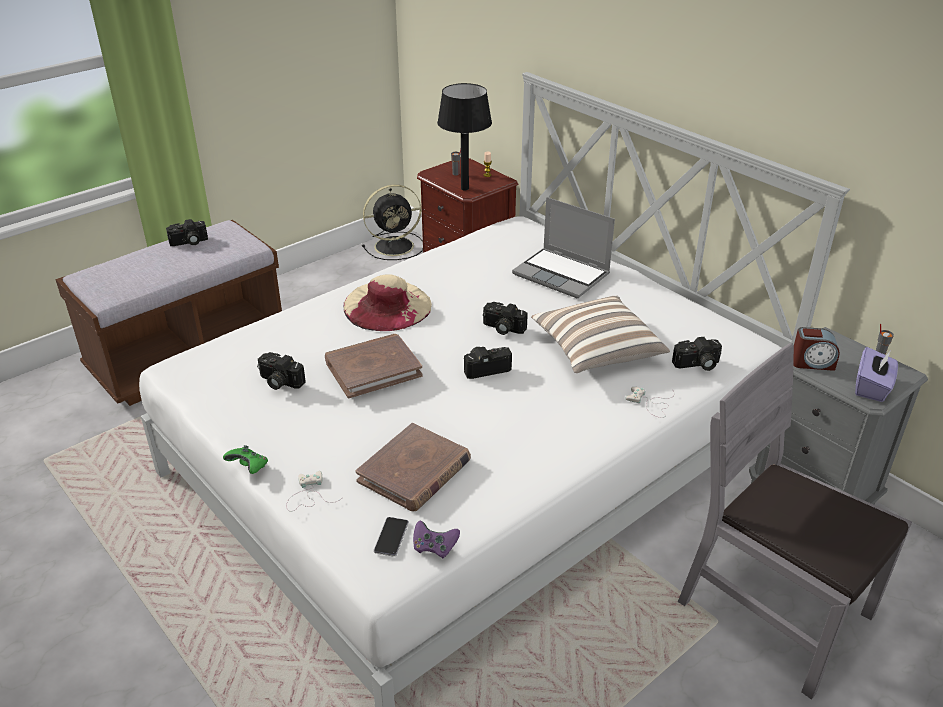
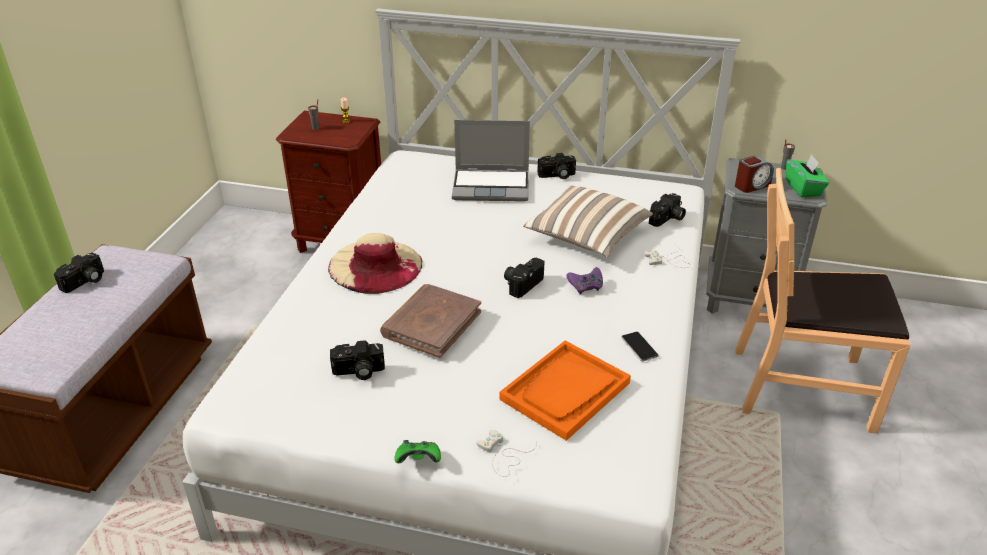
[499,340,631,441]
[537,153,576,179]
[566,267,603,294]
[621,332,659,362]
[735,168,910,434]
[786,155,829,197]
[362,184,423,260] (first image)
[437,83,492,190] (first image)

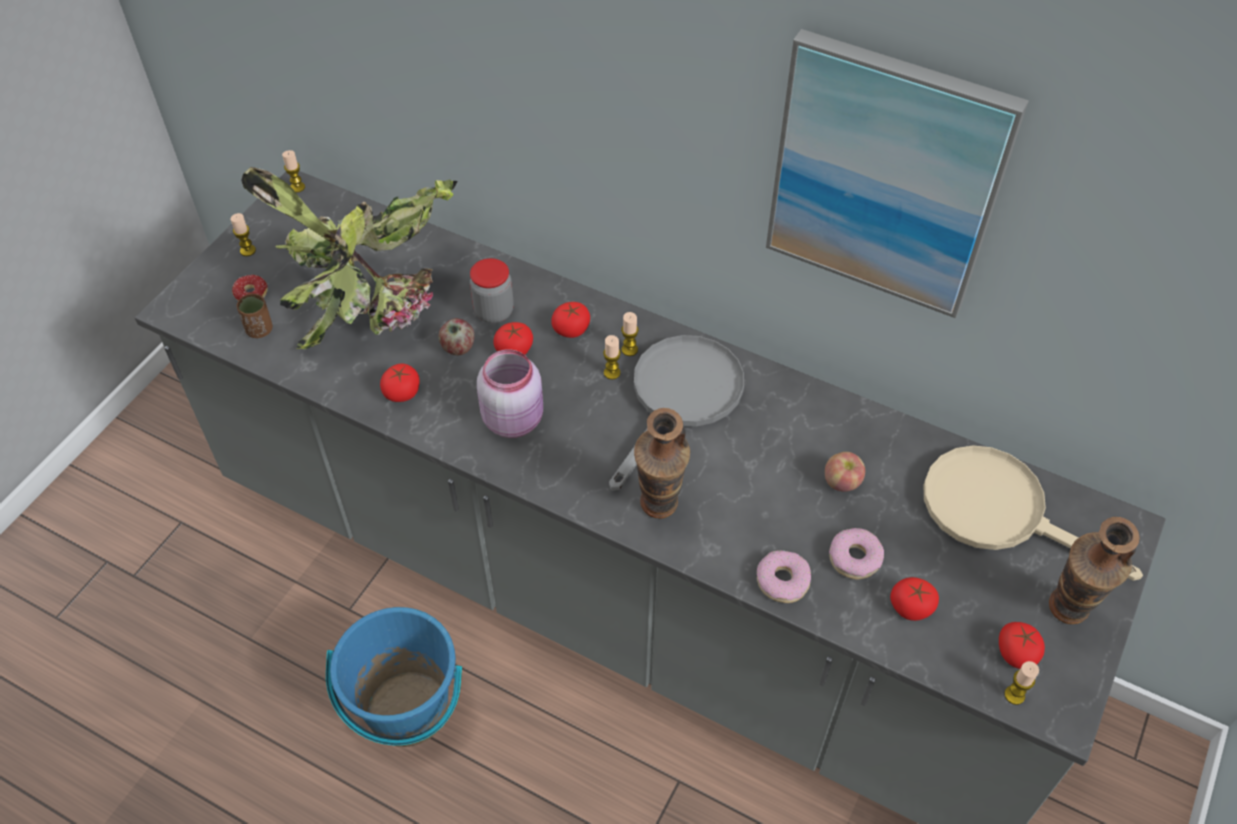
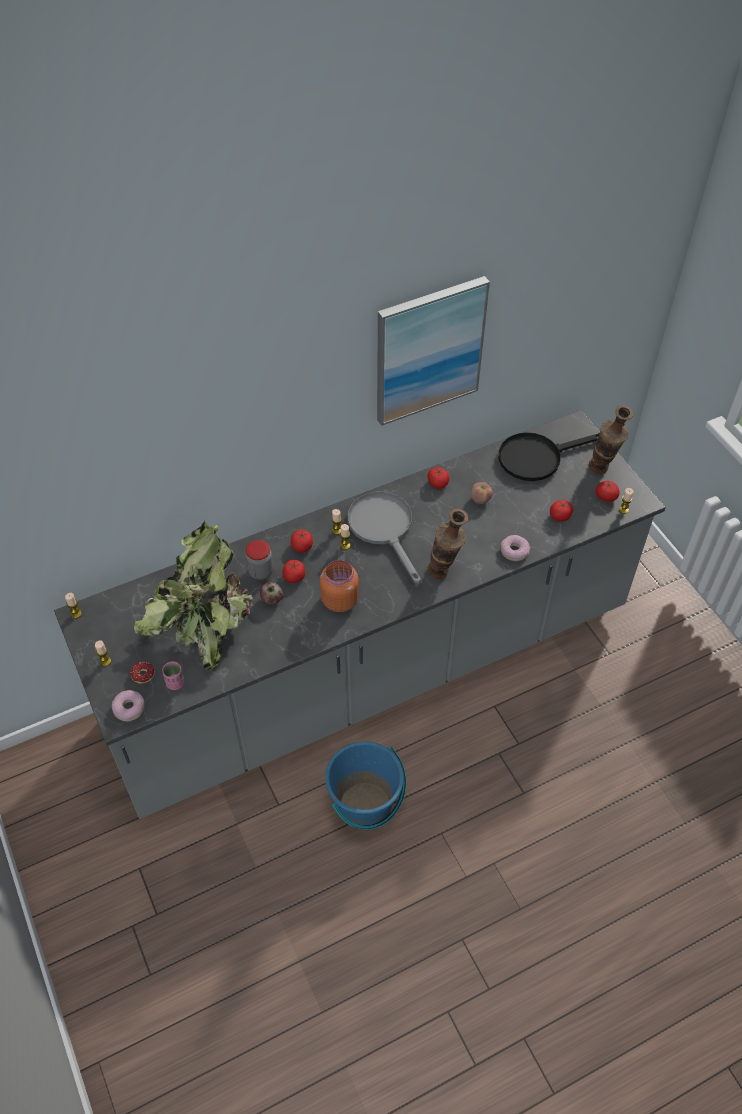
[112,690,144,721]
[162,661,184,690]
[320,560,359,612]
[428,467,450,489]
[498,432,599,481]

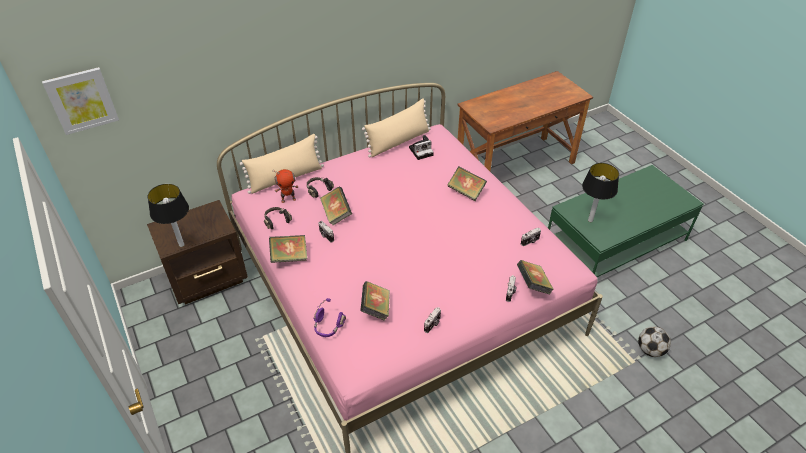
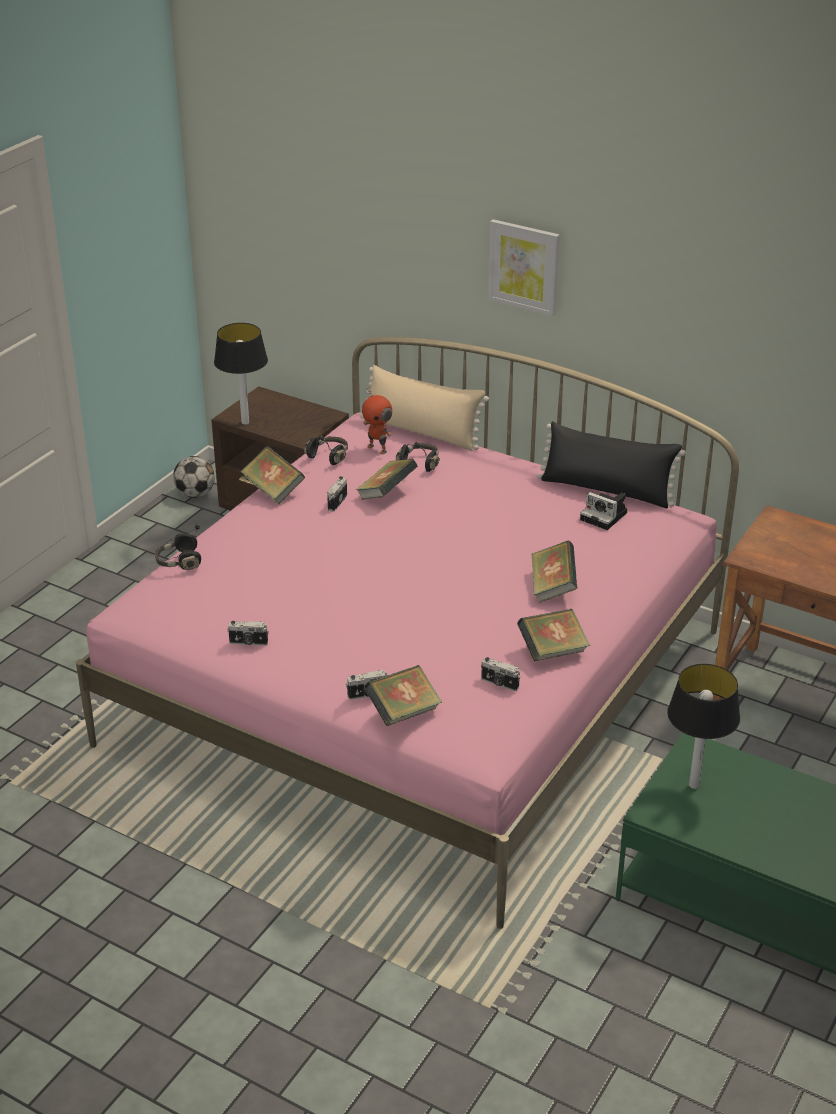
[155,524,201,570]
[173,456,215,498]
[488,219,560,316]
[517,609,590,661]
[537,421,685,508]

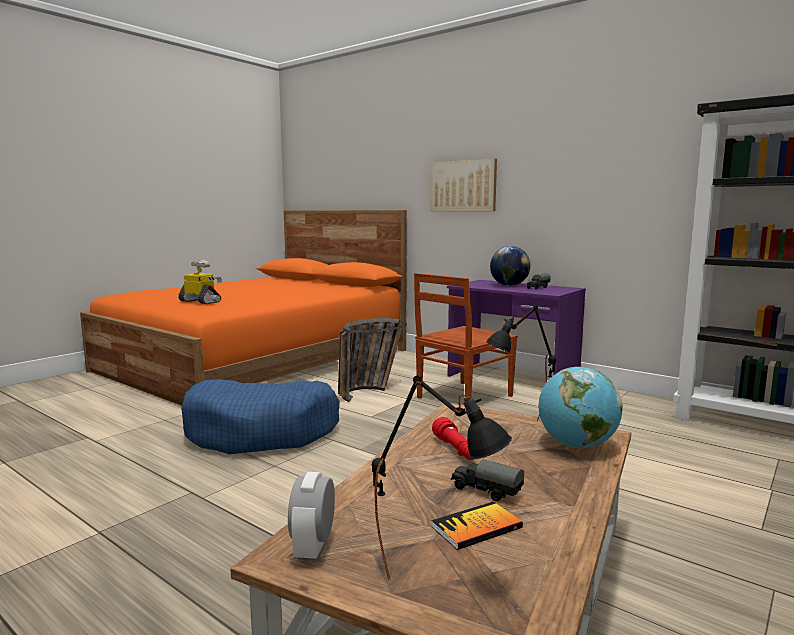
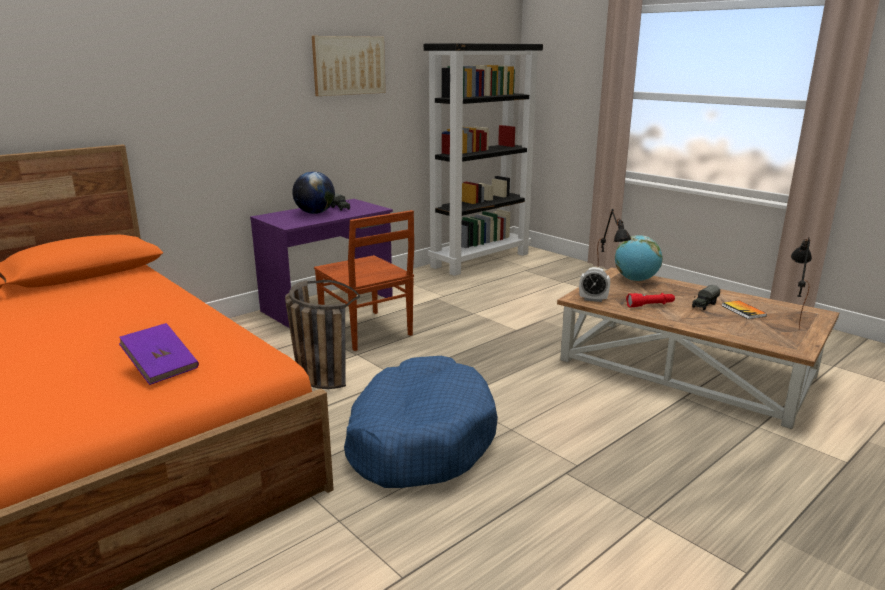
[119,323,199,385]
[312,36,386,96]
[579,267,610,302]

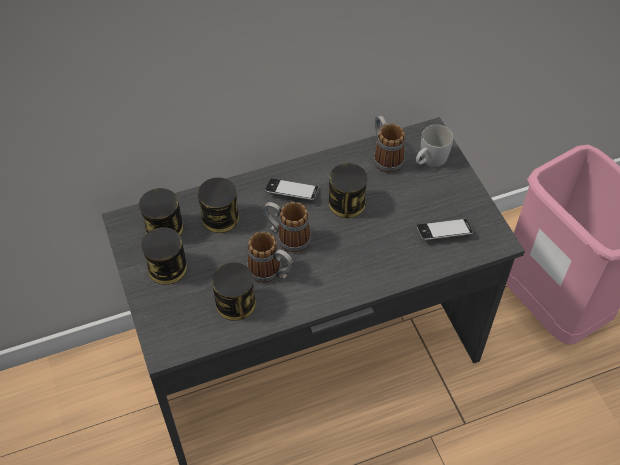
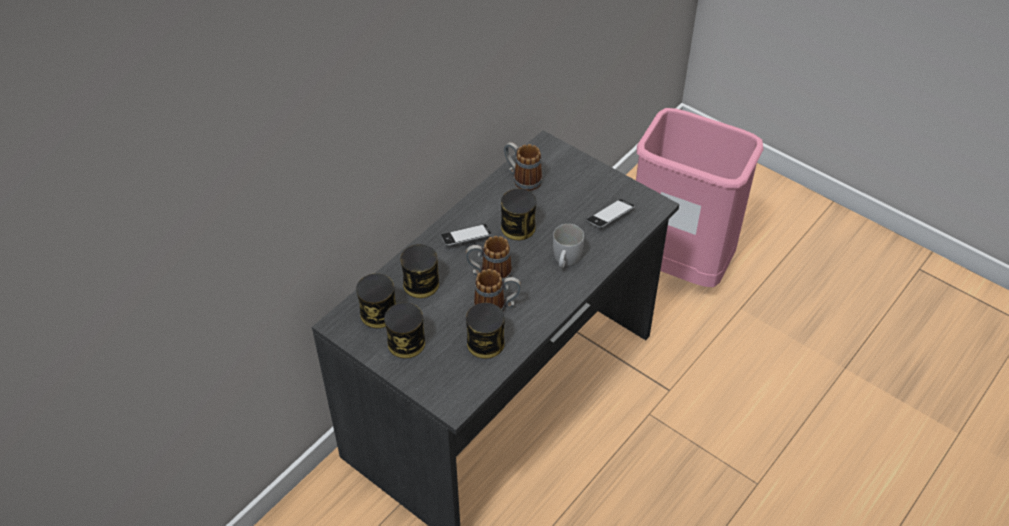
[553,224,584,268]

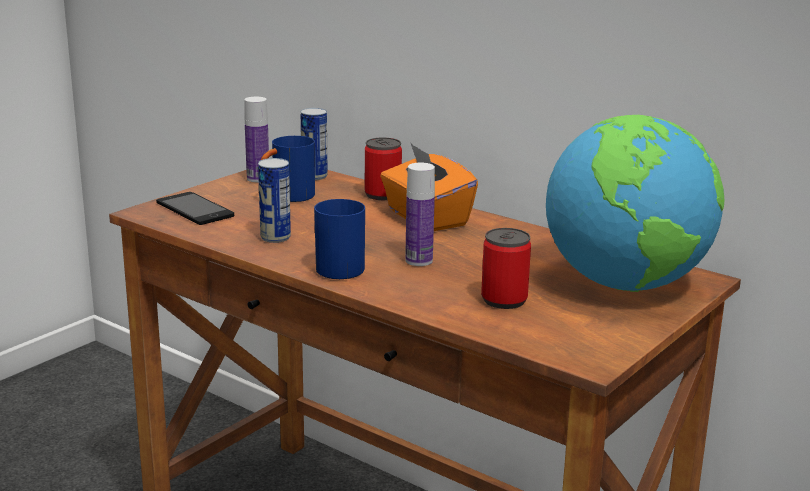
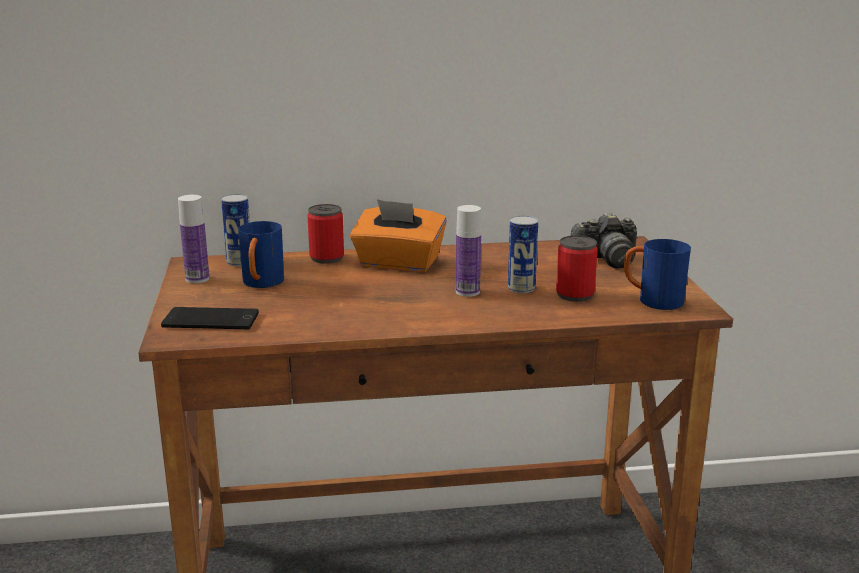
[508,216,538,293]
[570,213,637,269]
[624,239,691,310]

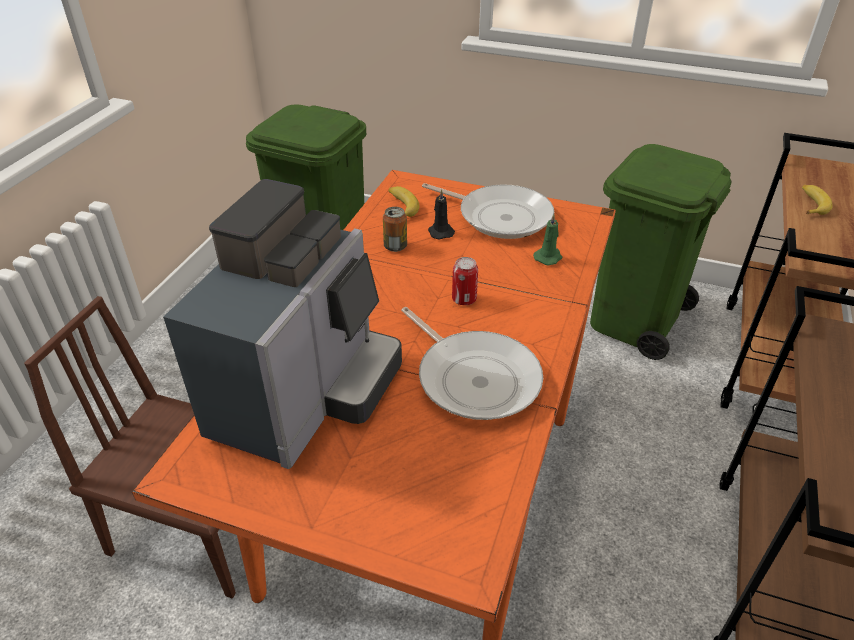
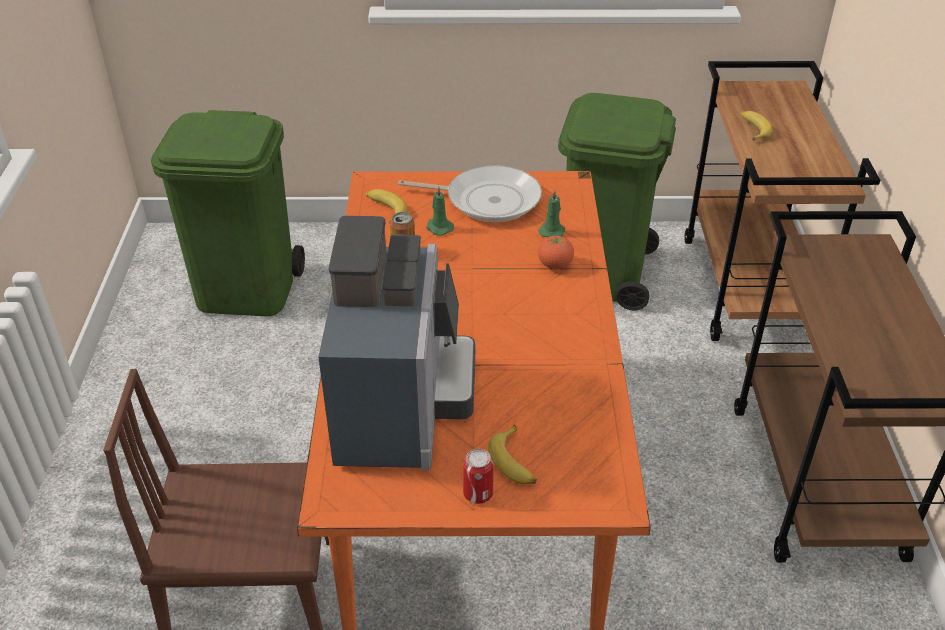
[426,186,454,236]
[463,449,494,504]
[488,425,537,484]
[538,235,574,269]
[401,307,543,420] (first image)

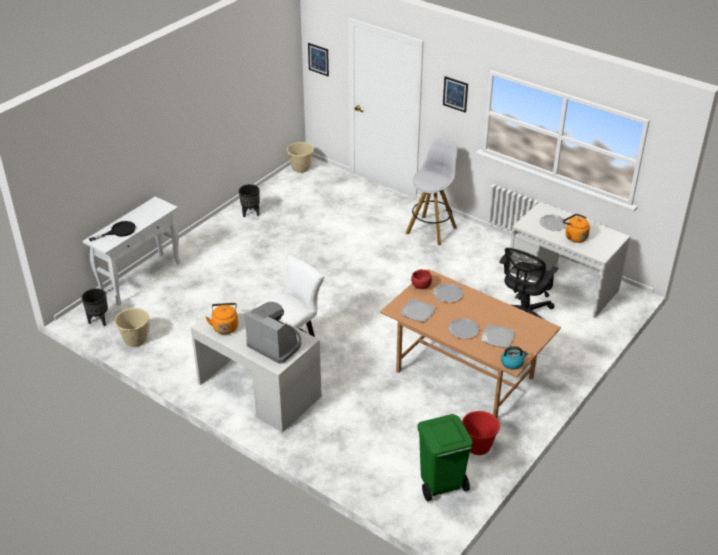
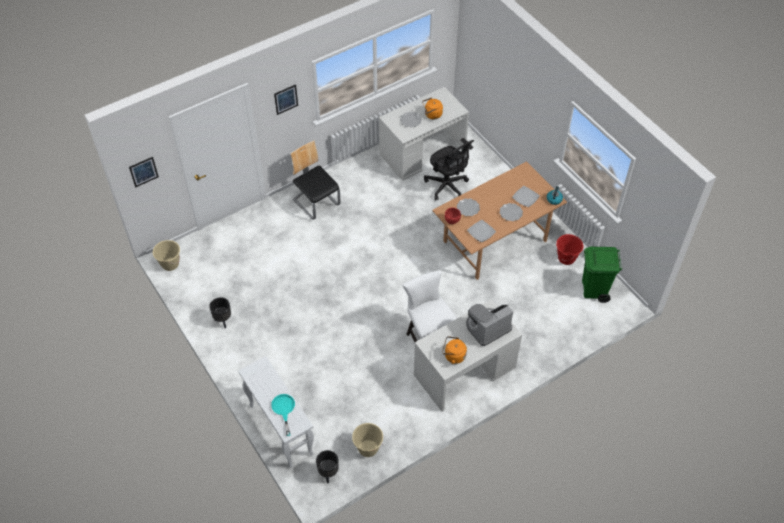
[271,394,295,436]
[291,141,340,220]

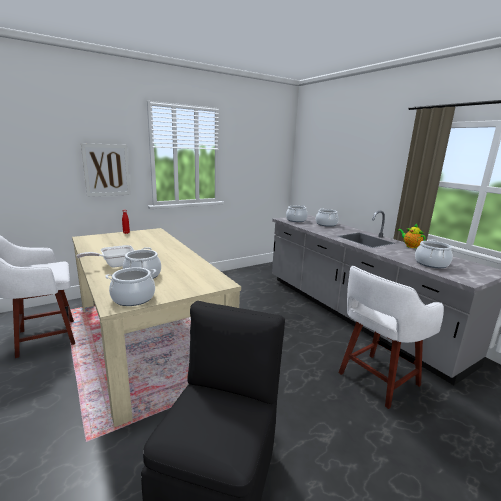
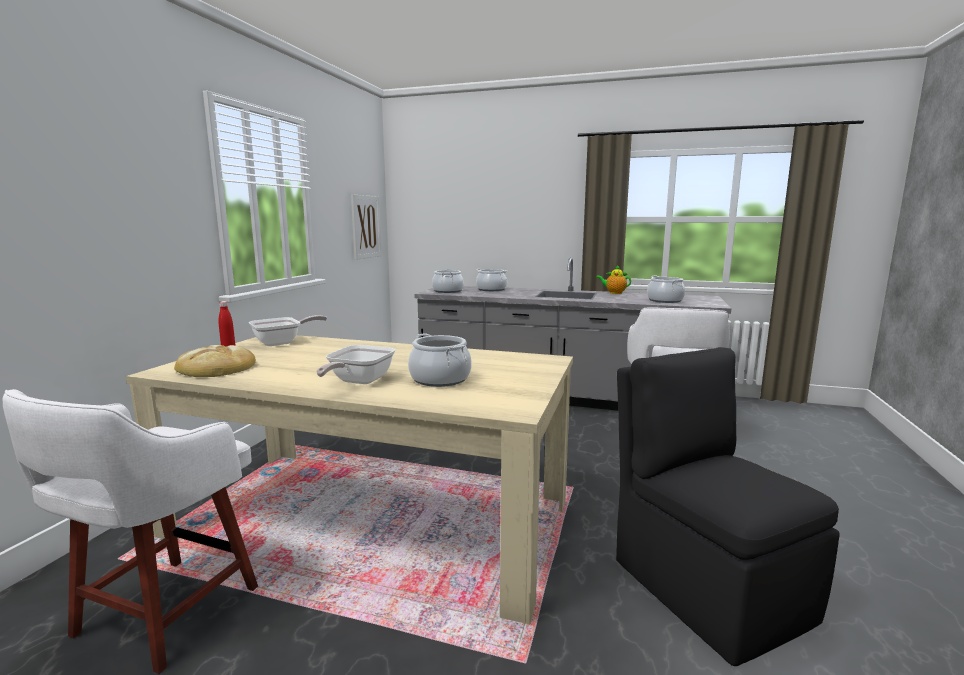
[174,345,256,377]
[249,315,327,346]
[351,194,381,260]
[105,267,156,306] (first image)

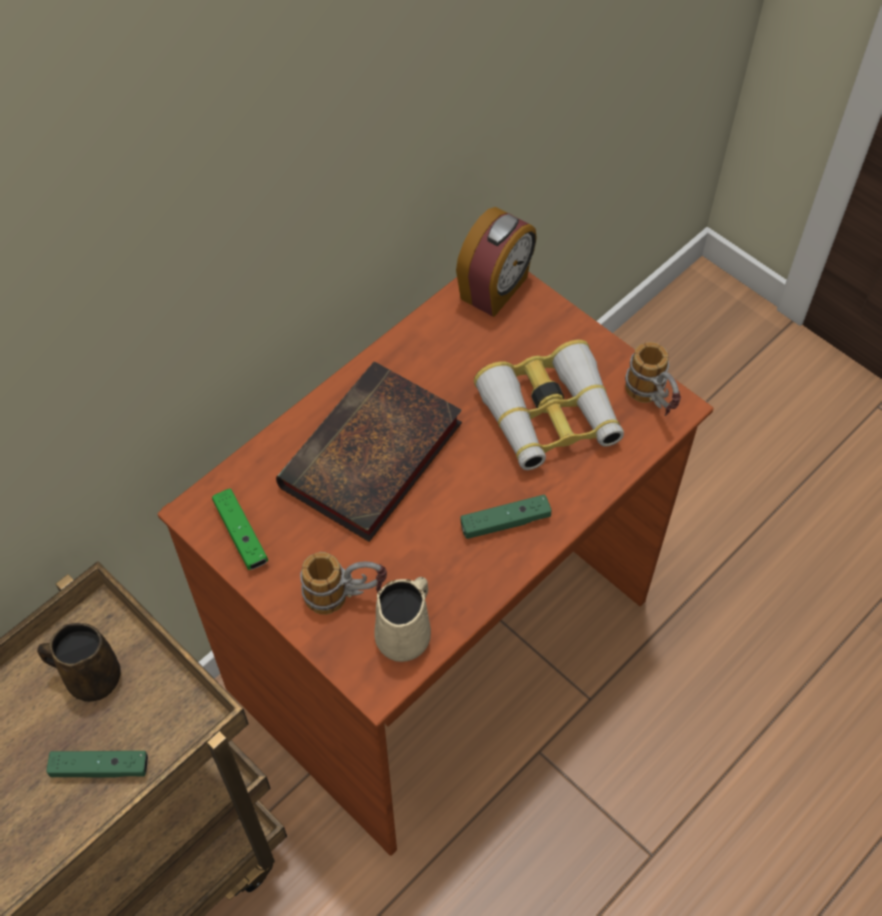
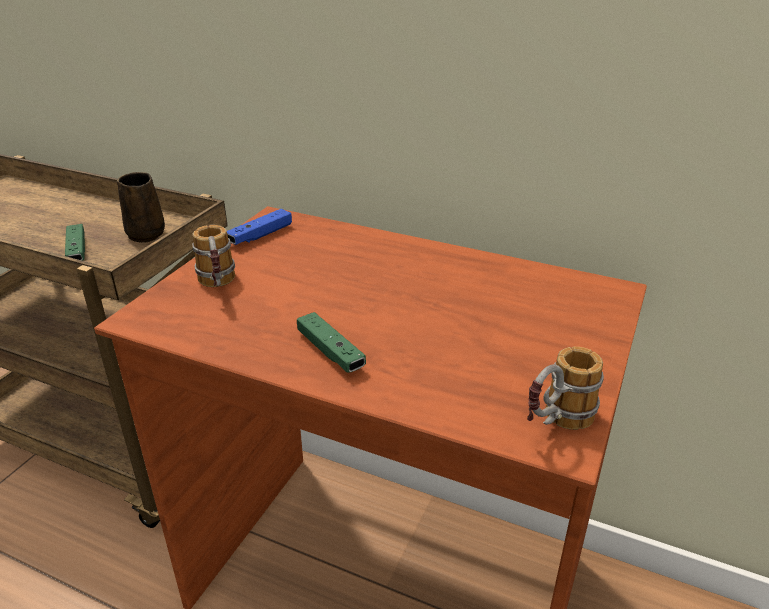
[227,209,292,245]
[276,361,462,542] (first image)
[374,577,431,662] (first image)
[456,207,536,317] (first image)
[474,340,624,470] (first image)

